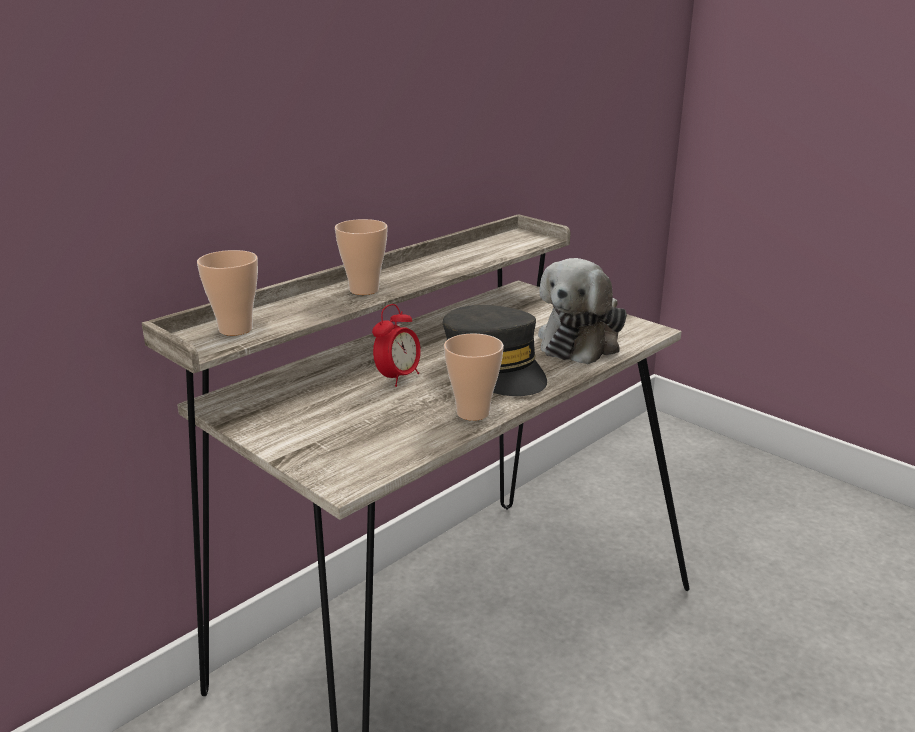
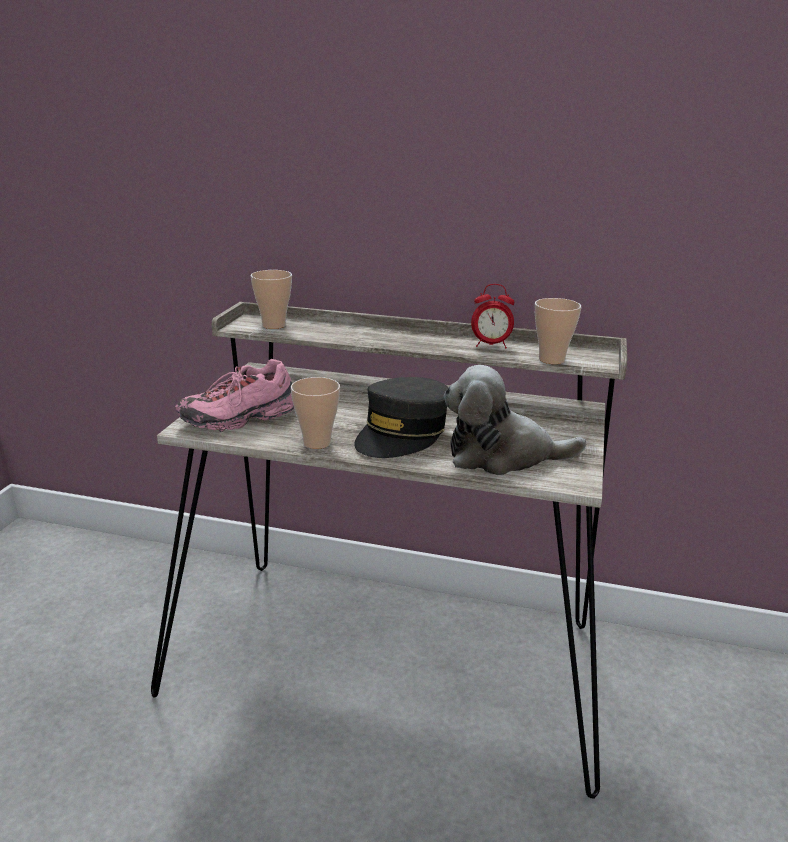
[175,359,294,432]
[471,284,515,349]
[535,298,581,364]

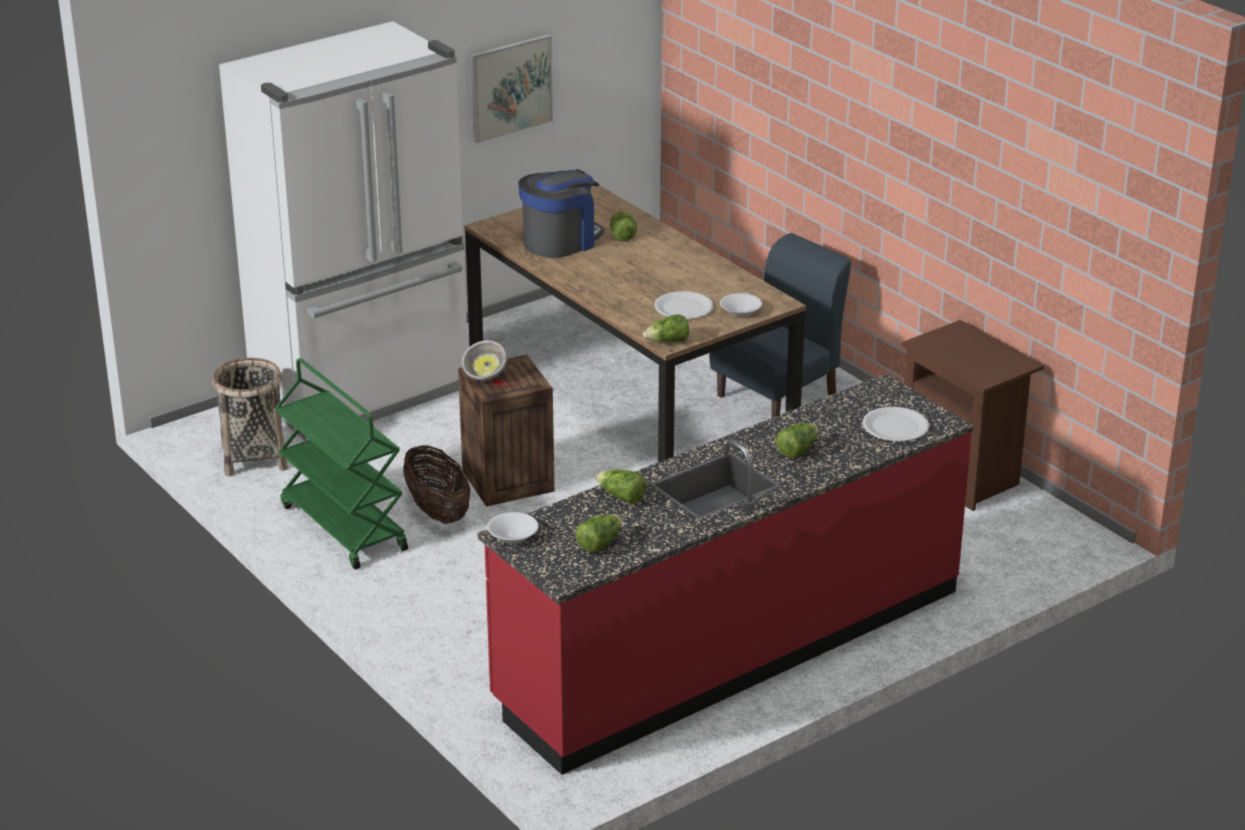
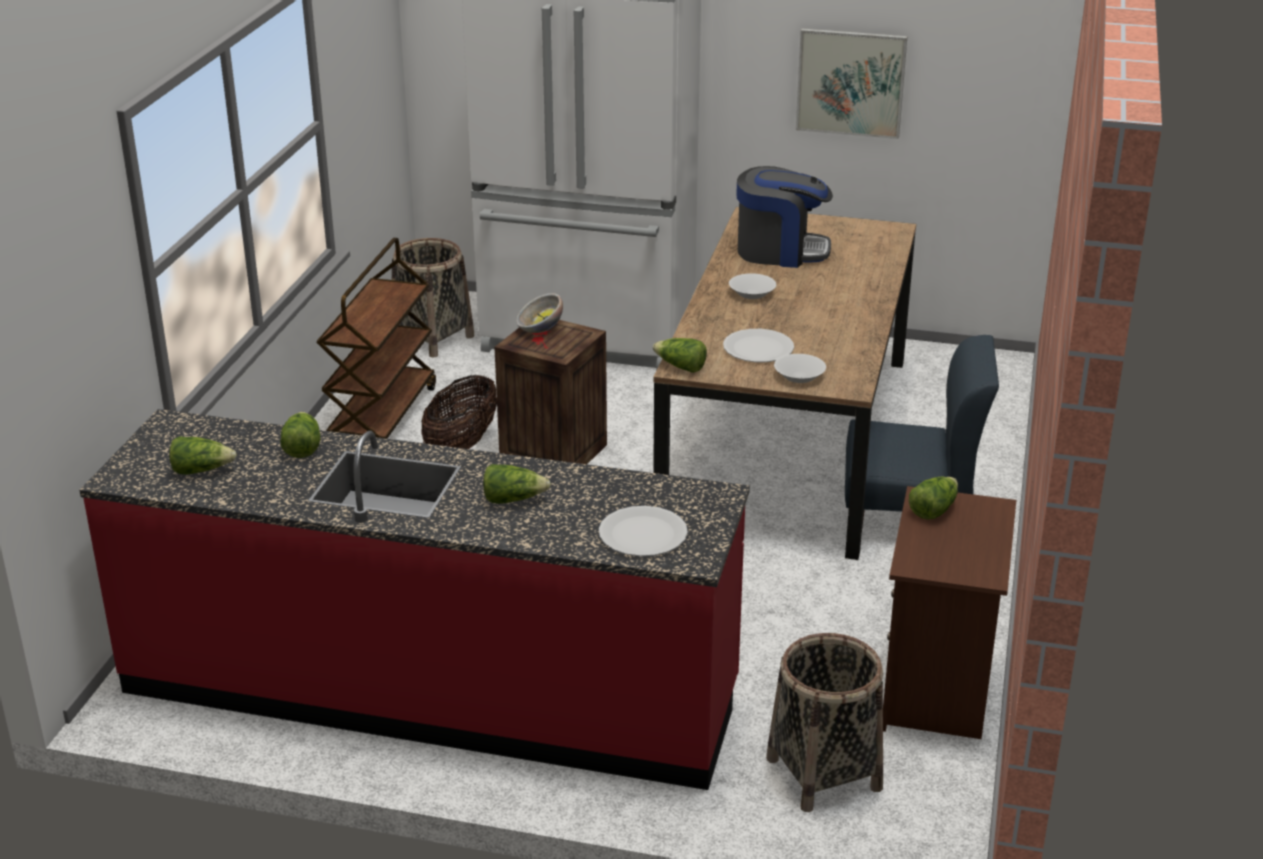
[316,238,436,439]
[729,273,776,299]
[766,633,883,812]
[909,476,958,519]

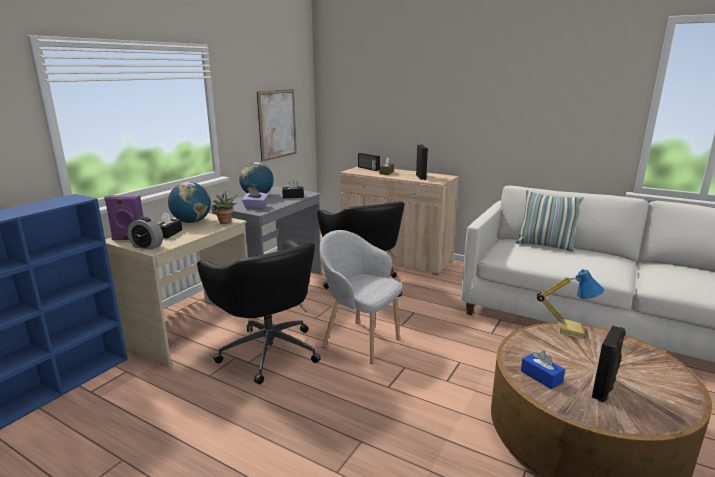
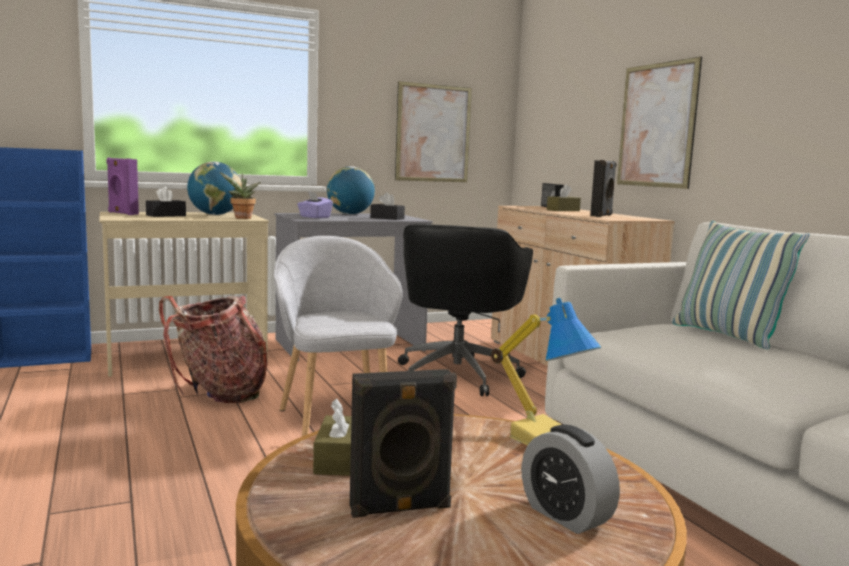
[159,296,268,403]
[313,398,352,476]
[521,425,620,534]
[617,57,702,189]

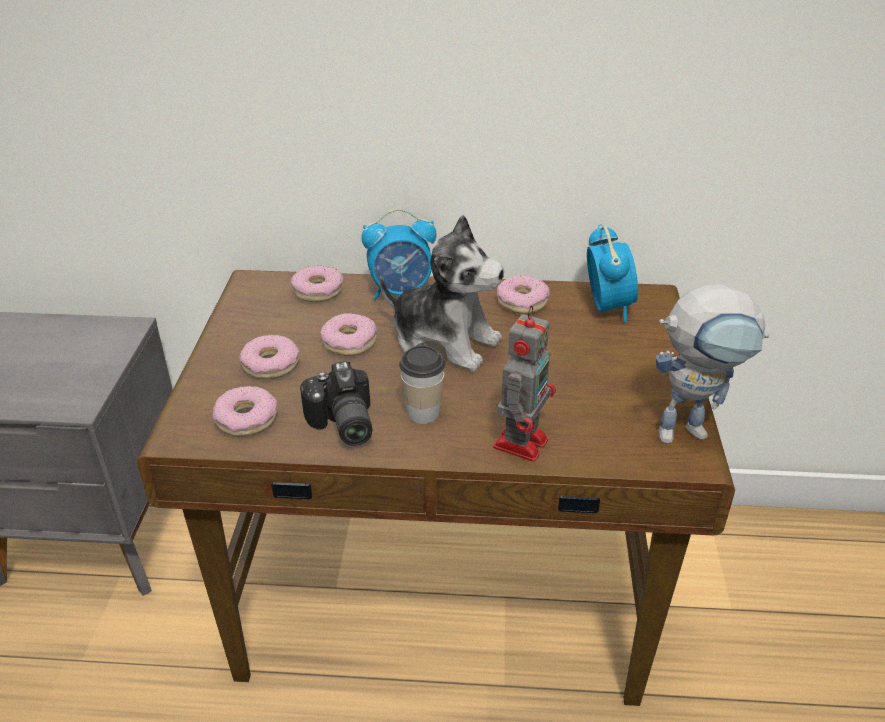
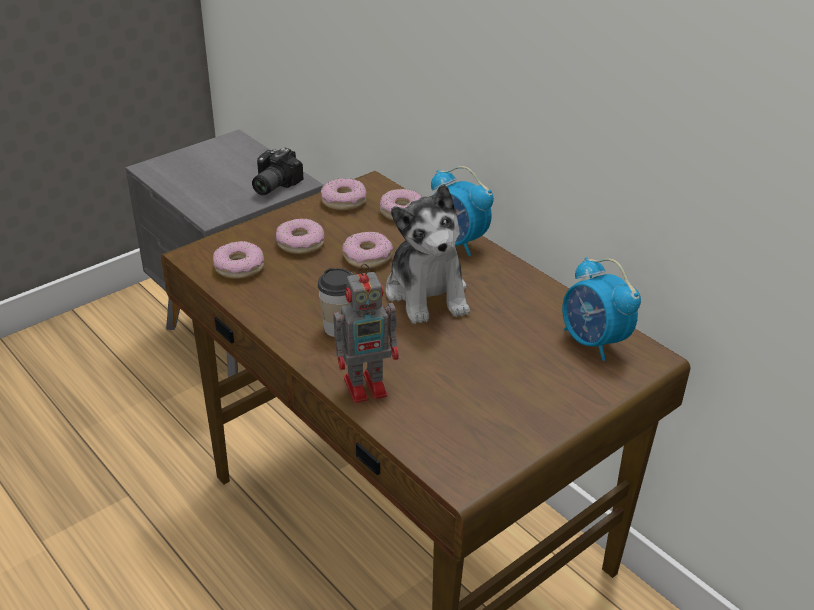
[252,148,303,195]
[320,178,366,211]
[562,257,641,361]
[656,284,769,444] (first image)

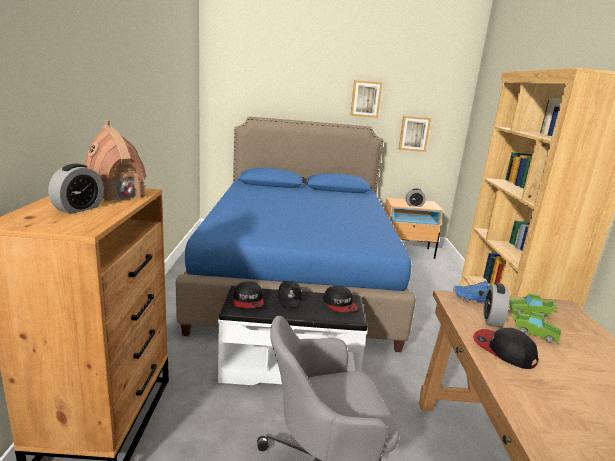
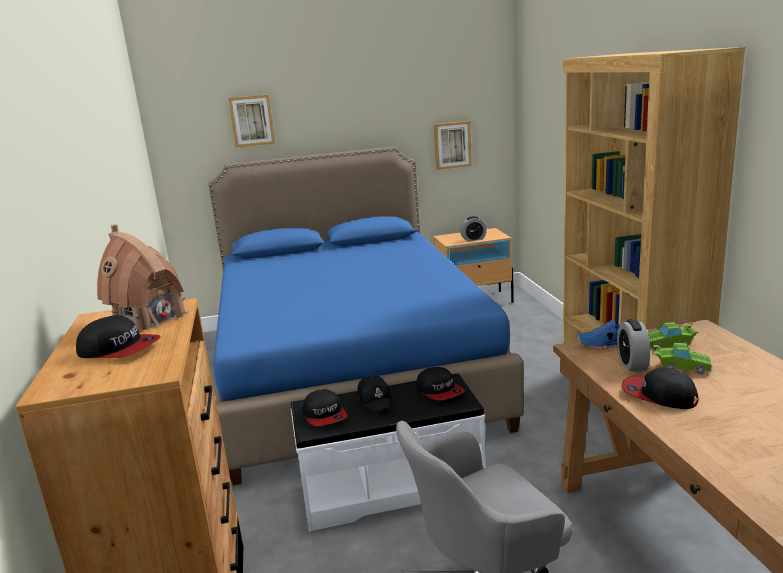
[76,315,161,358]
[228,94,275,148]

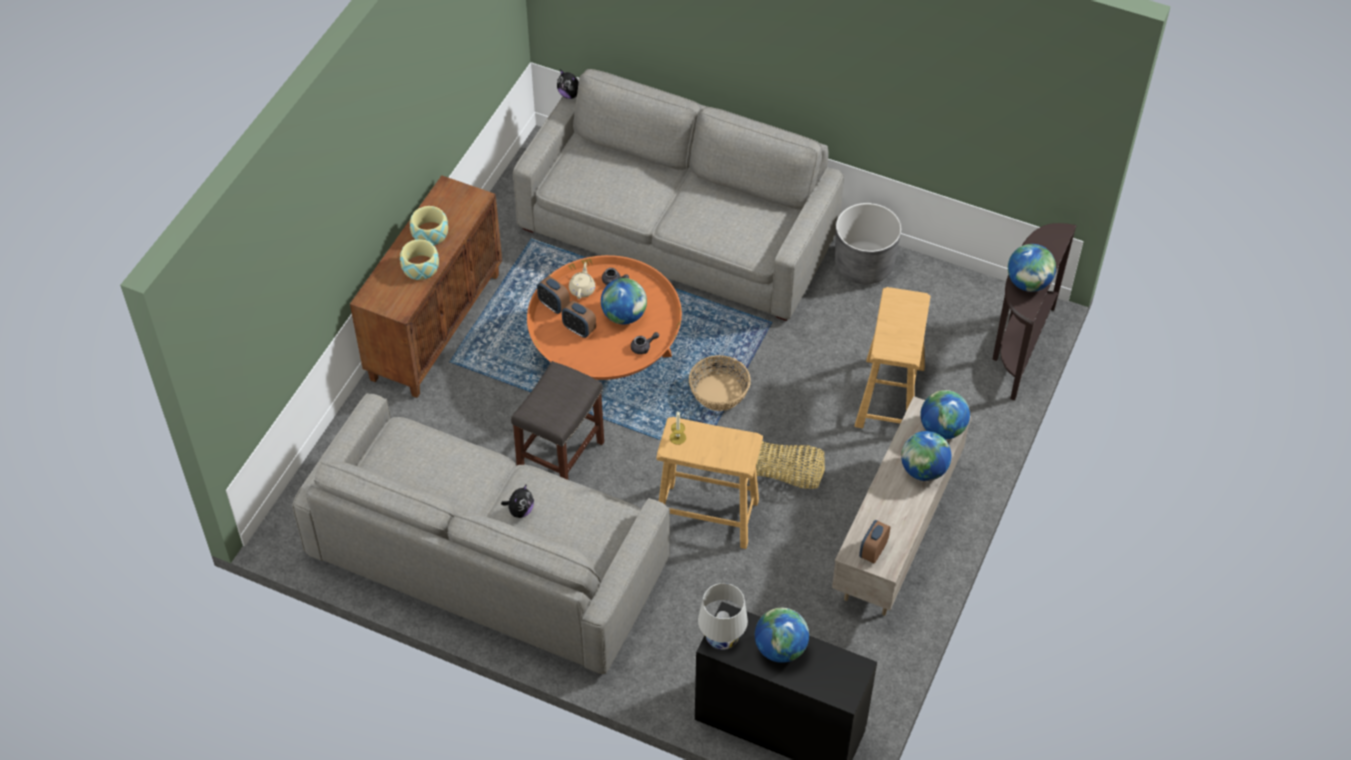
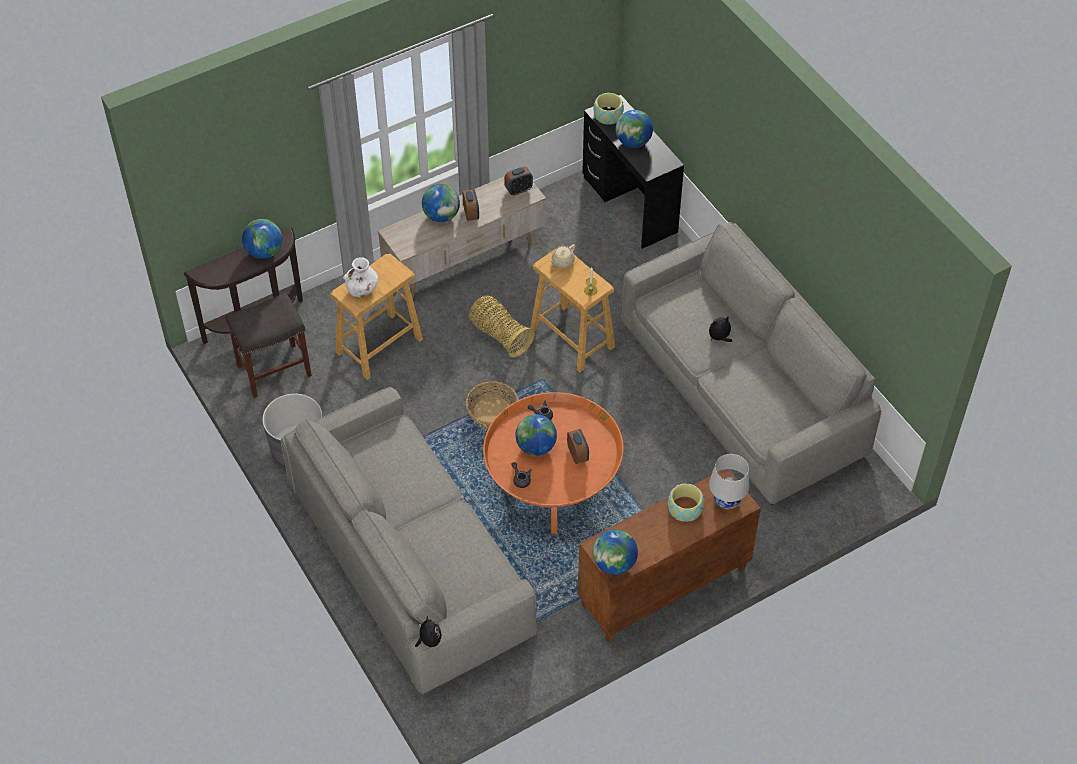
[225,292,312,398]
[343,257,379,297]
[462,189,479,221]
[550,244,575,268]
[593,93,624,125]
[593,529,638,575]
[709,454,750,509]

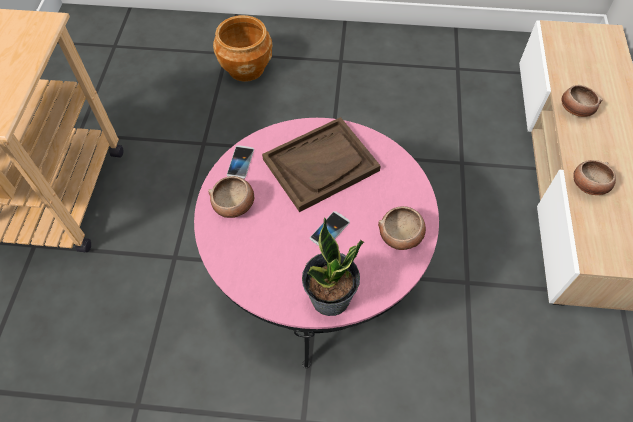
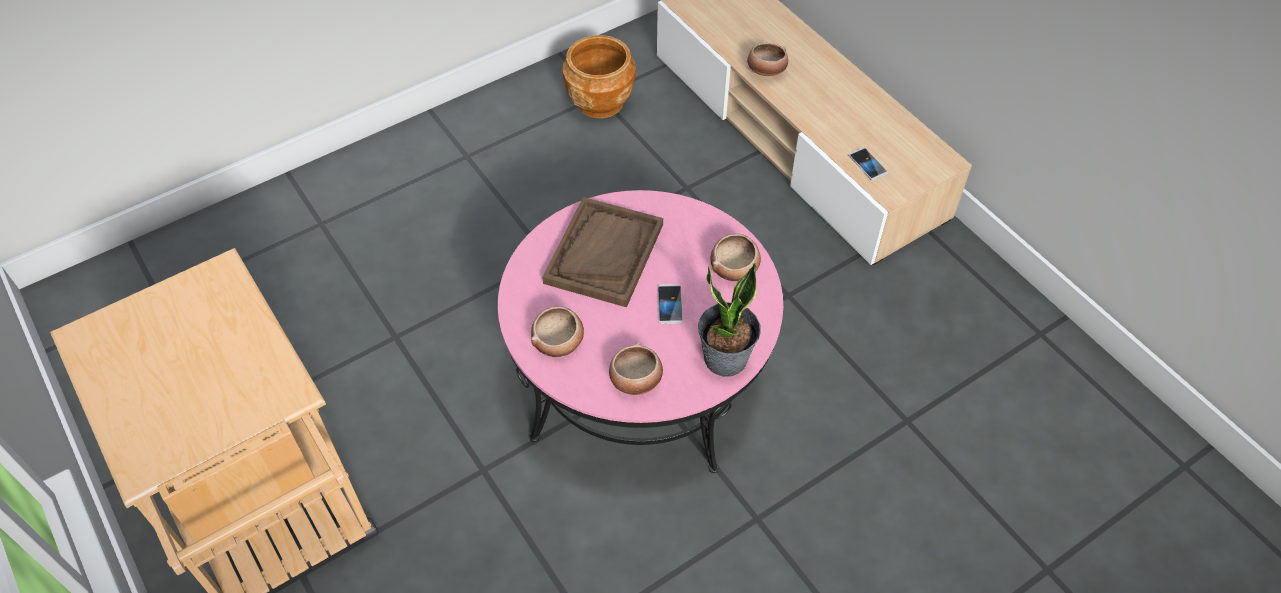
[563,35,636,118]
[609,342,663,395]
[849,147,888,180]

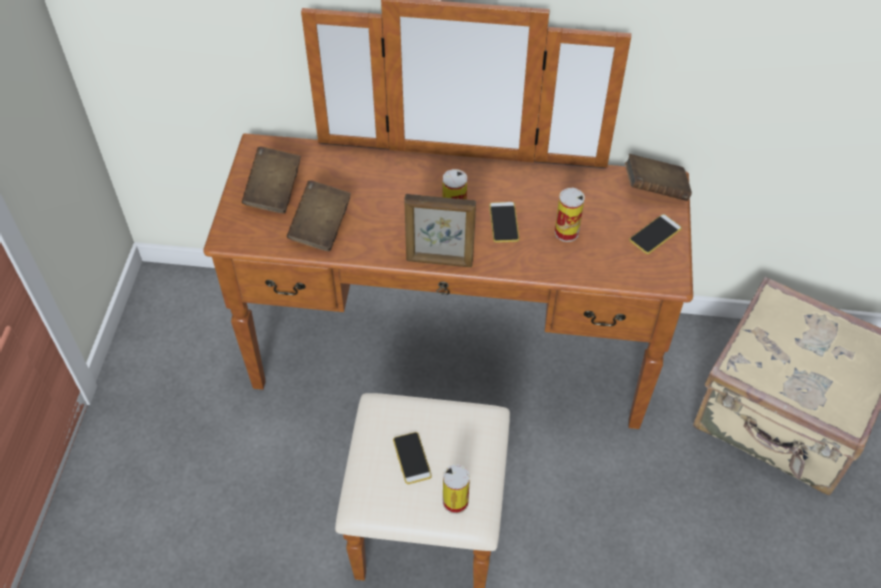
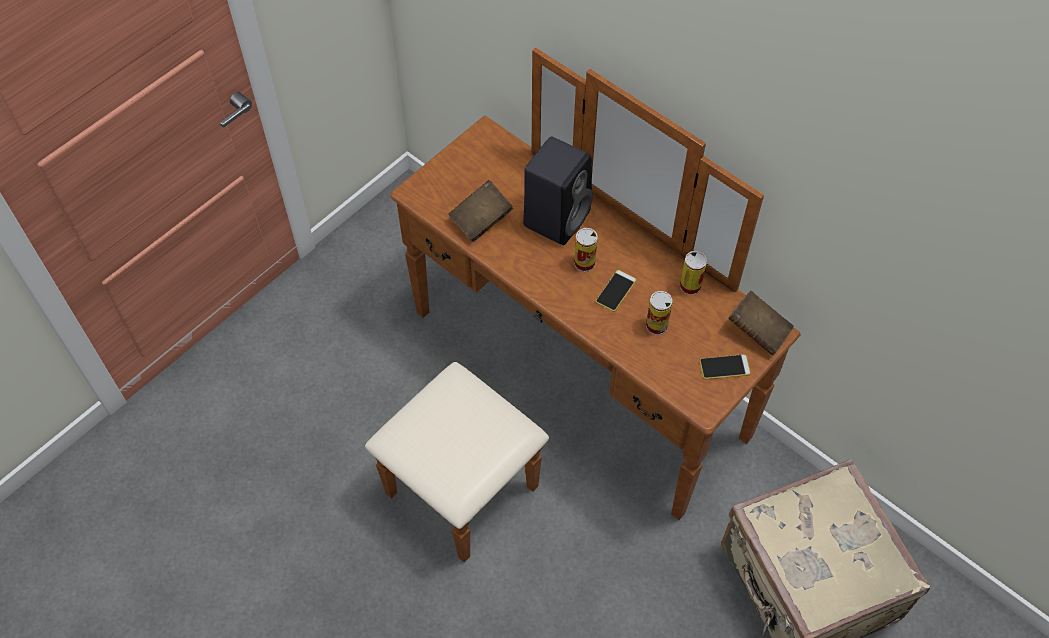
[523,136,593,245]
[680,251,707,295]
[242,147,301,214] (first image)
[393,432,432,484] (first image)
[404,194,476,267] (first image)

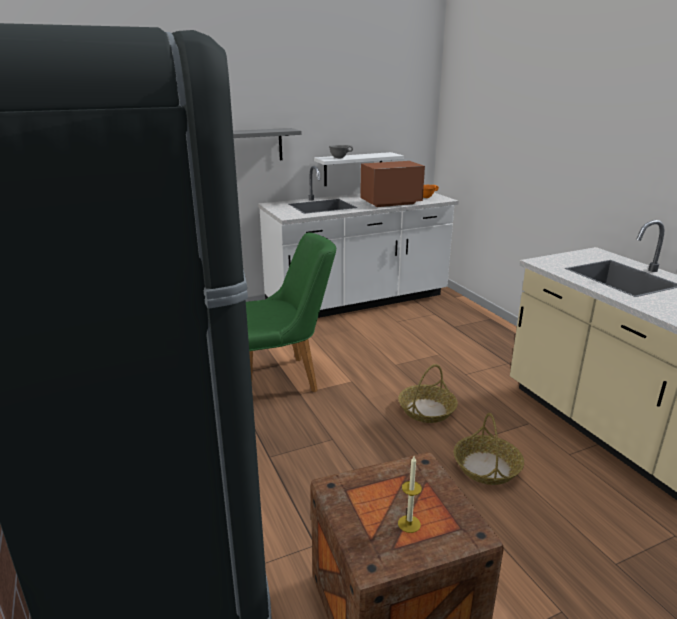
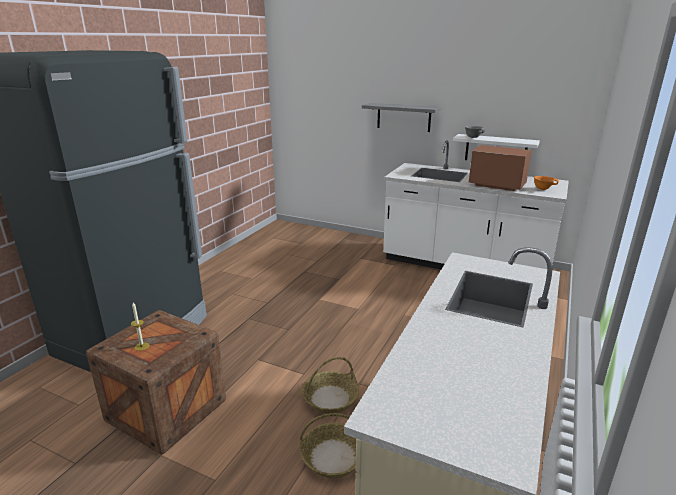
[299,413,357,478]
[246,232,336,392] (first image)

